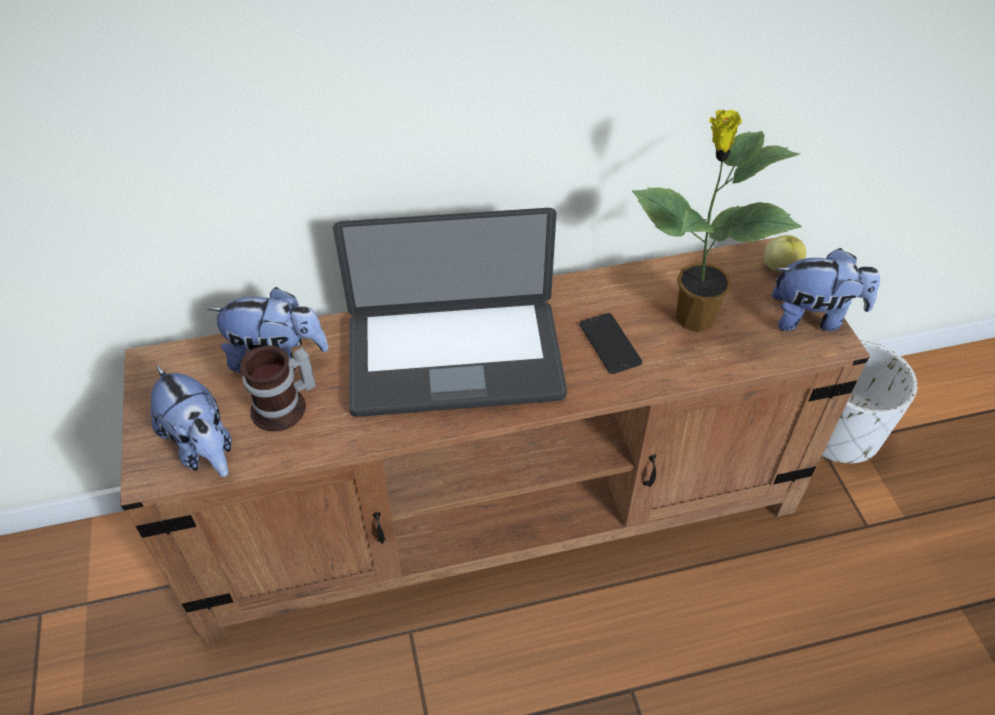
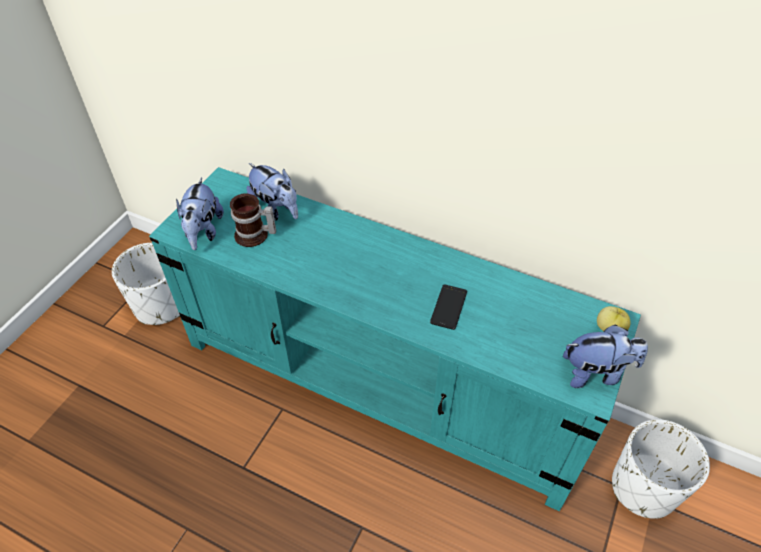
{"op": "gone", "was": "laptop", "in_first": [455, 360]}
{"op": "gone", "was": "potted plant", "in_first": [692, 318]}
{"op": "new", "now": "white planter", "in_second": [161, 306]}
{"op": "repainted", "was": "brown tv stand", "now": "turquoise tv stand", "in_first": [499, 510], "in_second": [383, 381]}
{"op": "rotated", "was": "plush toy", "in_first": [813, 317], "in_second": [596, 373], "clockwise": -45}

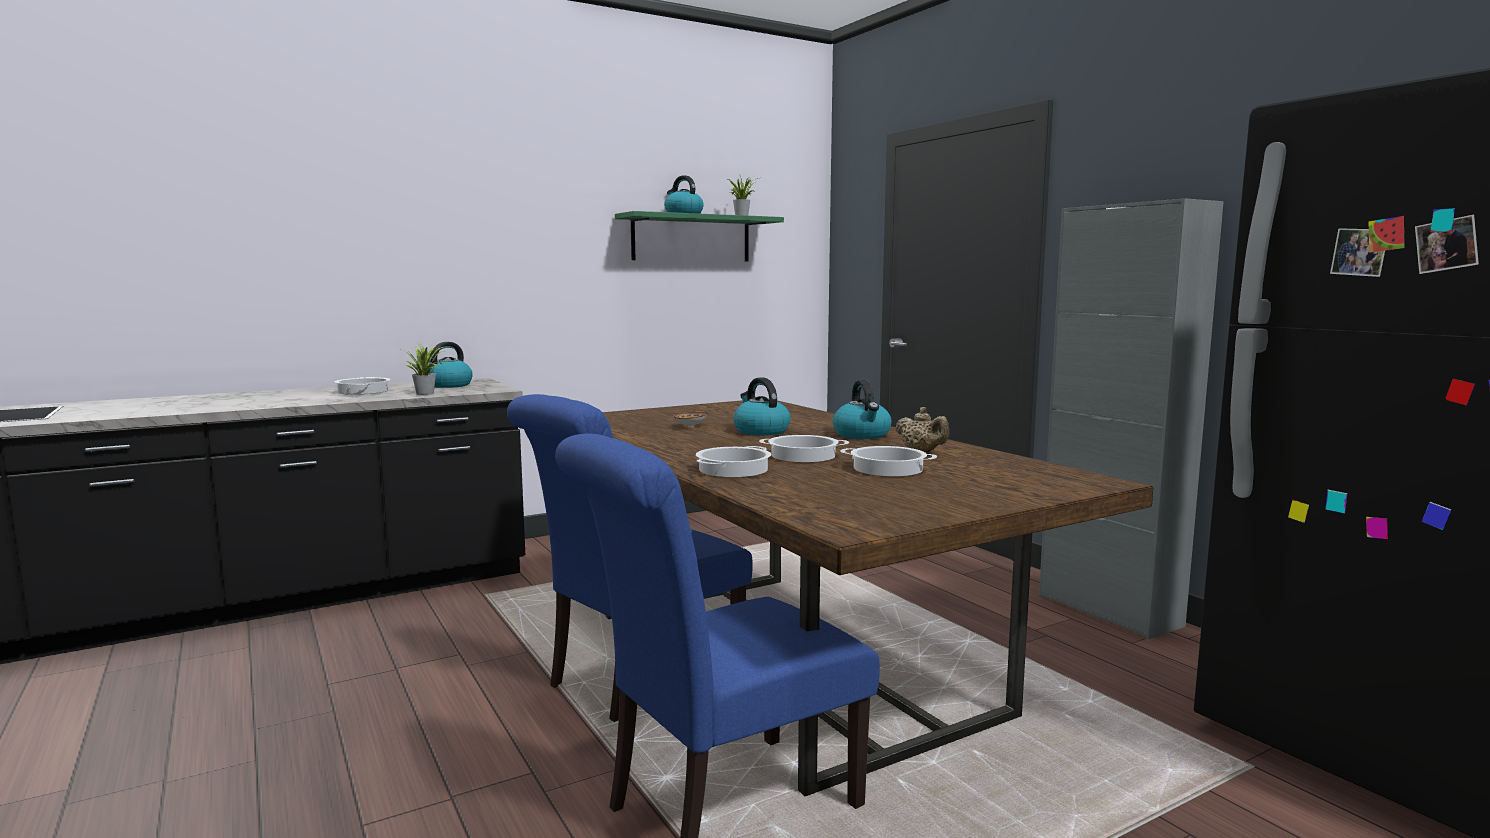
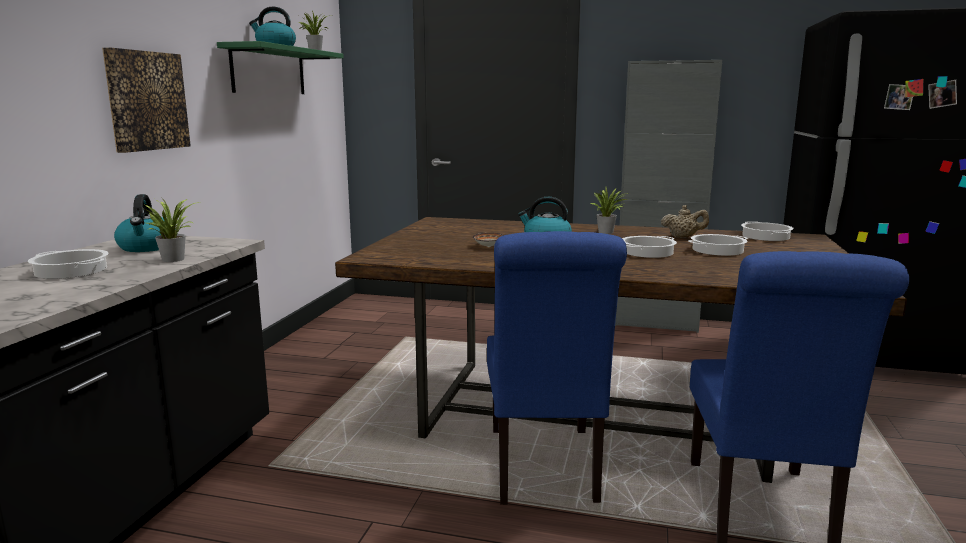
{"op": "new", "now": "picture", "in_second": [146, 101]}
{"op": "shifted", "was": "cooking pot", "in_first": [733, 469], "in_second": [765, 236]}
{"op": "swapped", "was": "kettle", "now": "potted plant", "in_first": [862, 435], "in_second": [607, 232]}

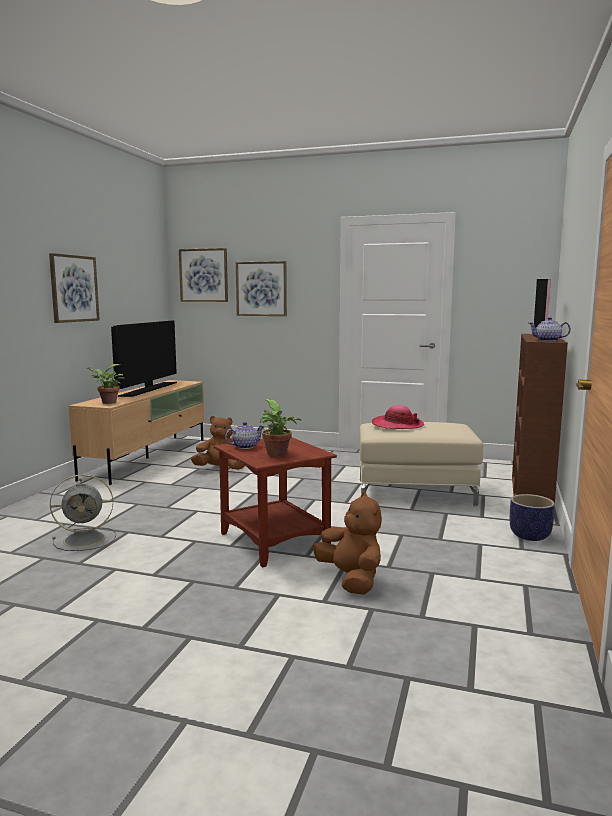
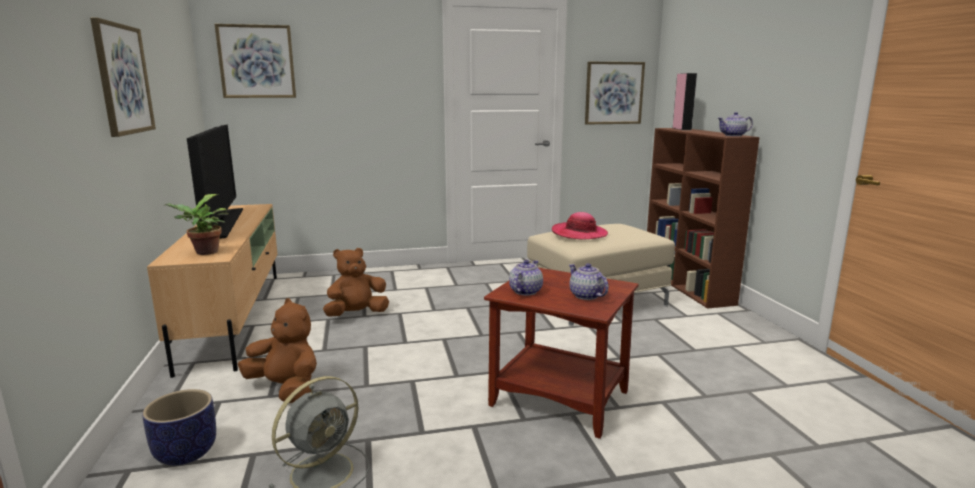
{"op": "shifted", "was": "picture", "in_first": [261, 289], "in_second": [614, 93]}
{"op": "shifted", "was": "brown plush toy", "in_first": [351, 580], "in_second": [286, 389]}
{"op": "shifted", "was": "planter", "in_first": [530, 536], "in_second": [186, 453]}
{"op": "swapped", "was": "potted plant", "now": "teapot", "in_first": [278, 455], "in_second": [586, 296]}

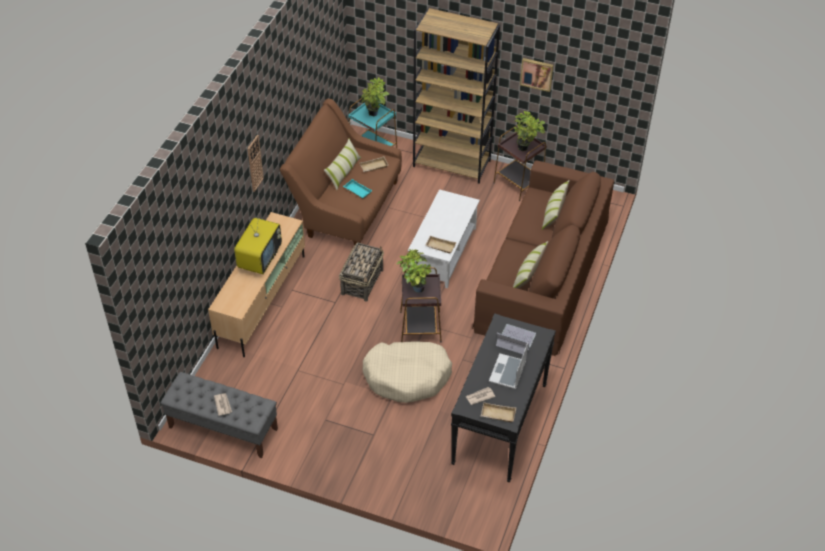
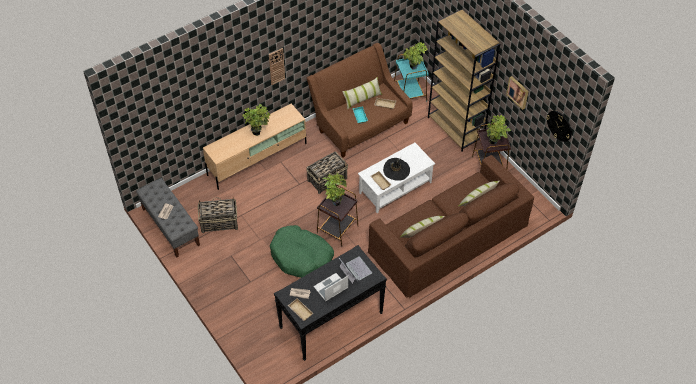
{"op": "new", "now": "basket", "in_second": [218, 222]}
{"op": "new", "now": "black hat", "in_second": [396, 170]}
{"op": "new", "now": "wall clock", "in_second": [559, 125]}
{"op": "swapped", "was": "television", "now": "potted plant", "in_first": [260, 259], "in_second": [258, 131]}
{"op": "repainted", "was": "beige dog bed", "now": "green dog bed", "in_first": [407, 376], "in_second": [301, 257]}

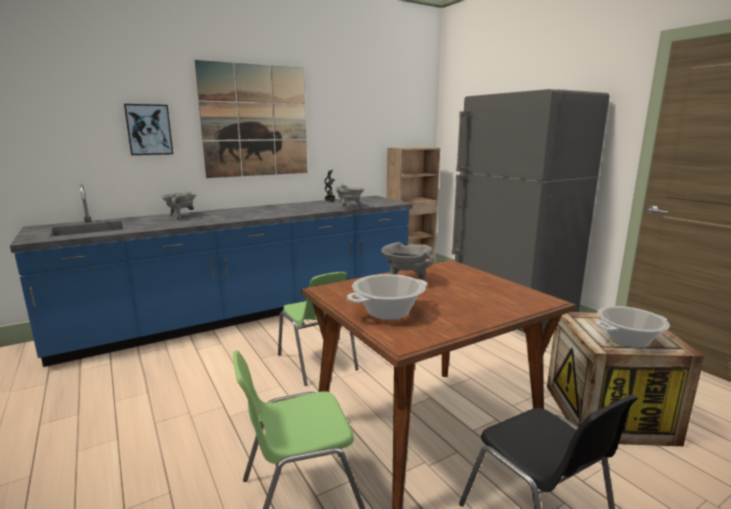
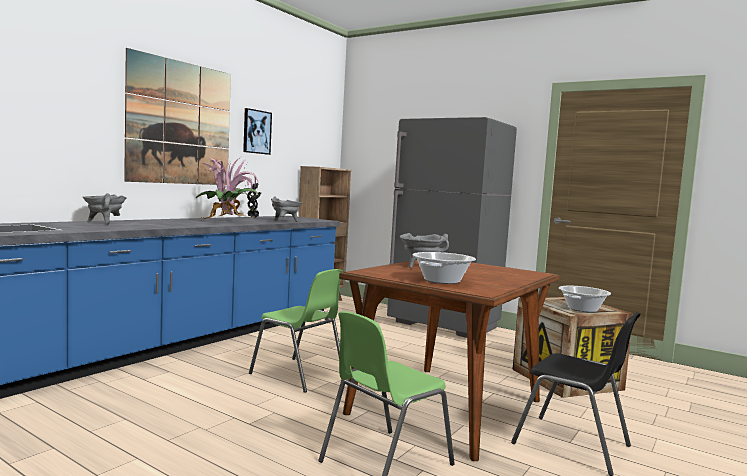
{"op": "new", "now": "potted plant", "in_second": [227, 222]}
{"op": "shifted", "was": "picture", "in_first": [149, 129], "in_second": [256, 132]}

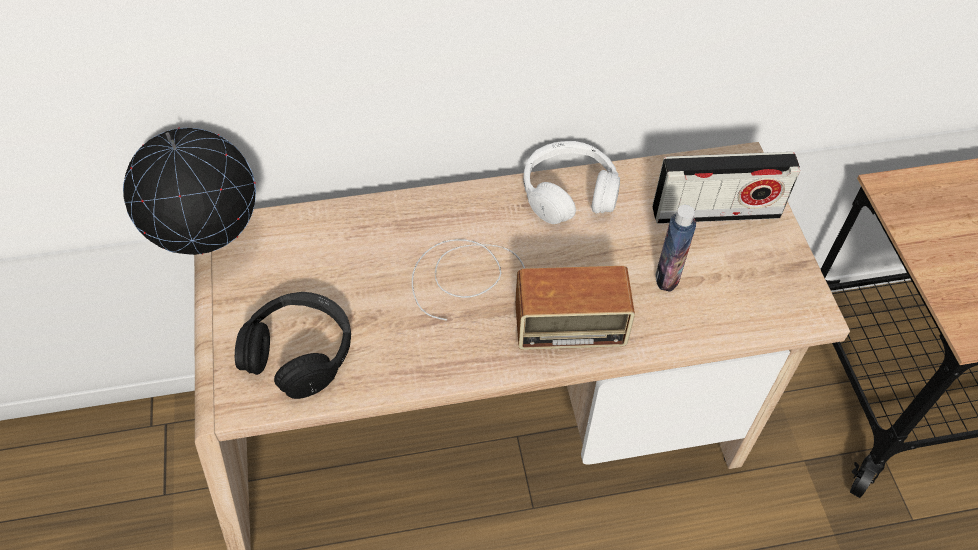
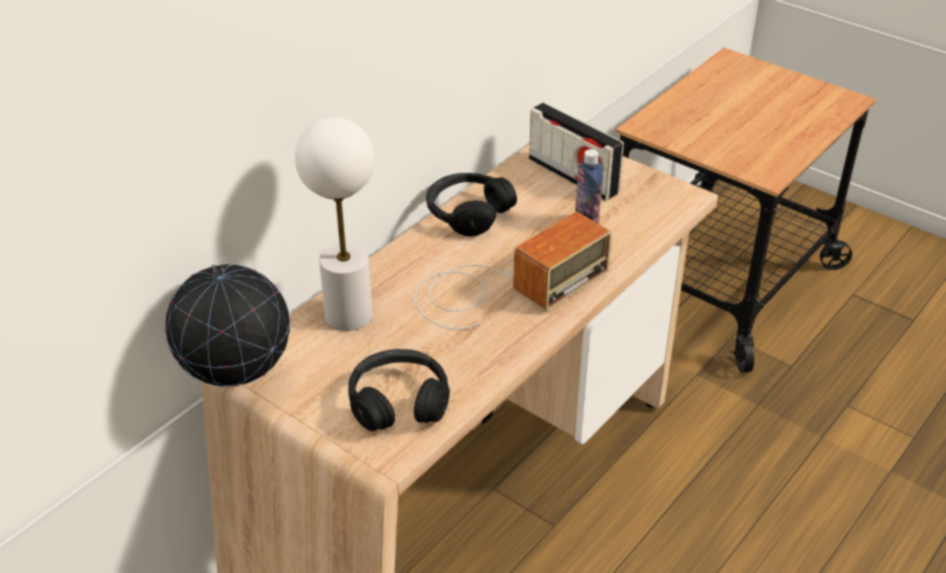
{"op": "new", "now": "white table lamp", "in_second": [349, 315]}
{"op": "repainted", "was": "white headphones", "now": "black headphones", "in_first": [568, 192], "in_second": [468, 213]}
{"op": "rotated", "was": "radio", "in_first": [716, 211], "in_second": [573, 176], "clockwise": 90}

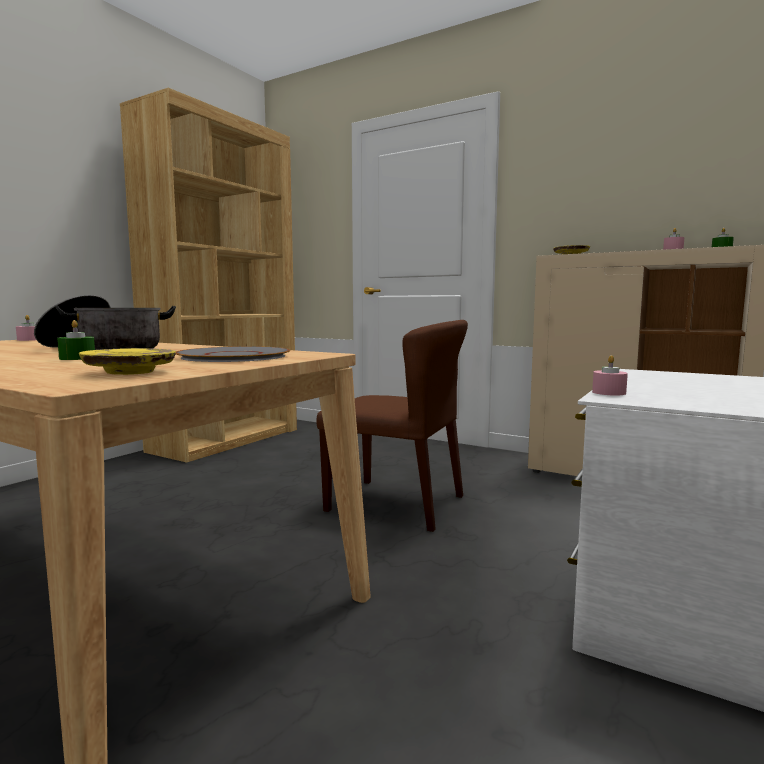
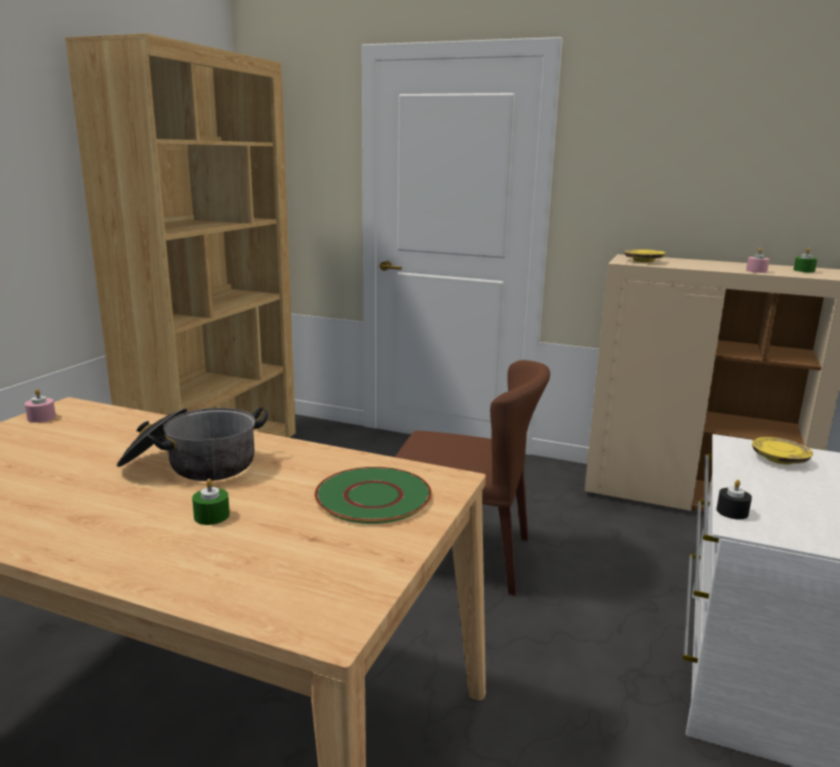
{"op": "shifted", "was": "yellow plate", "in_first": [130, 372], "in_second": [779, 459]}
{"op": "repainted", "was": "grey plate", "now": "green plate", "in_first": [235, 356], "in_second": [374, 496]}
{"op": "repainted", "was": "pink candle", "now": "black candle", "in_first": [609, 392], "in_second": [732, 512]}

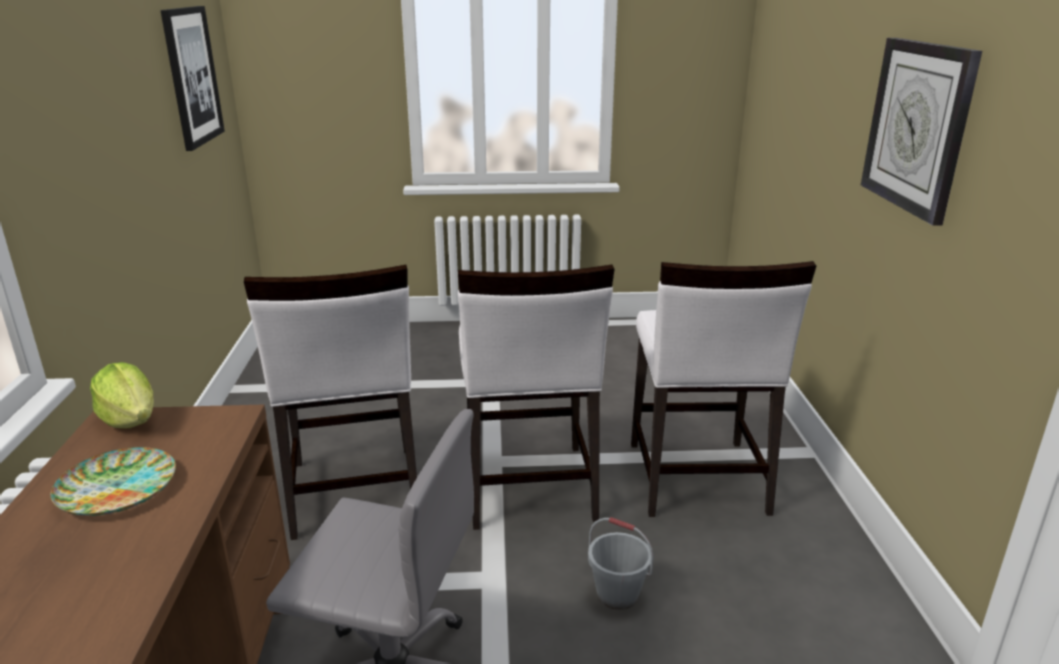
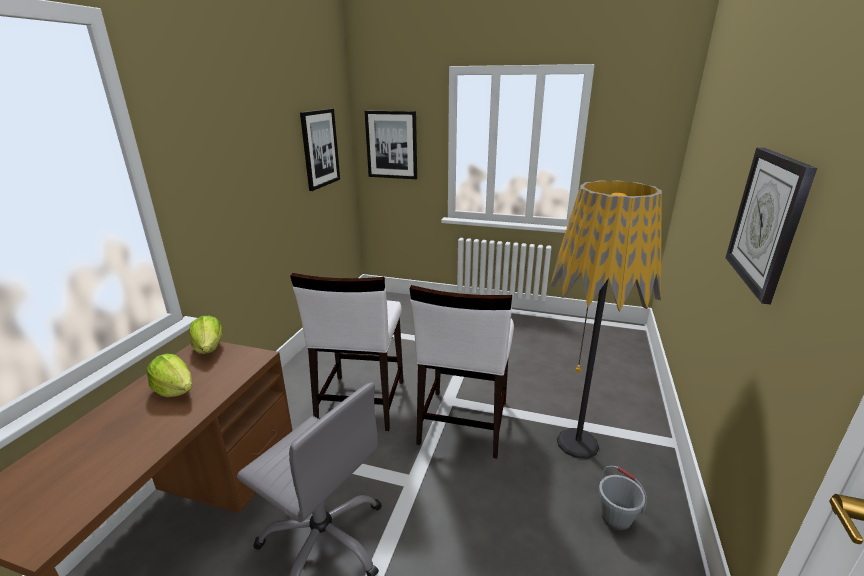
{"op": "new", "now": "picture", "in_second": [391, 145]}
{"op": "shifted", "was": "grey bucket", "in_first": [618, 594], "in_second": [616, 517]}
{"op": "swapped", "was": "plate", "now": "lettuce", "in_first": [117, 487], "in_second": [175, 390]}
{"op": "swapped", "was": "white chair", "now": "floor lamp", "in_first": [696, 478], "in_second": [577, 443]}

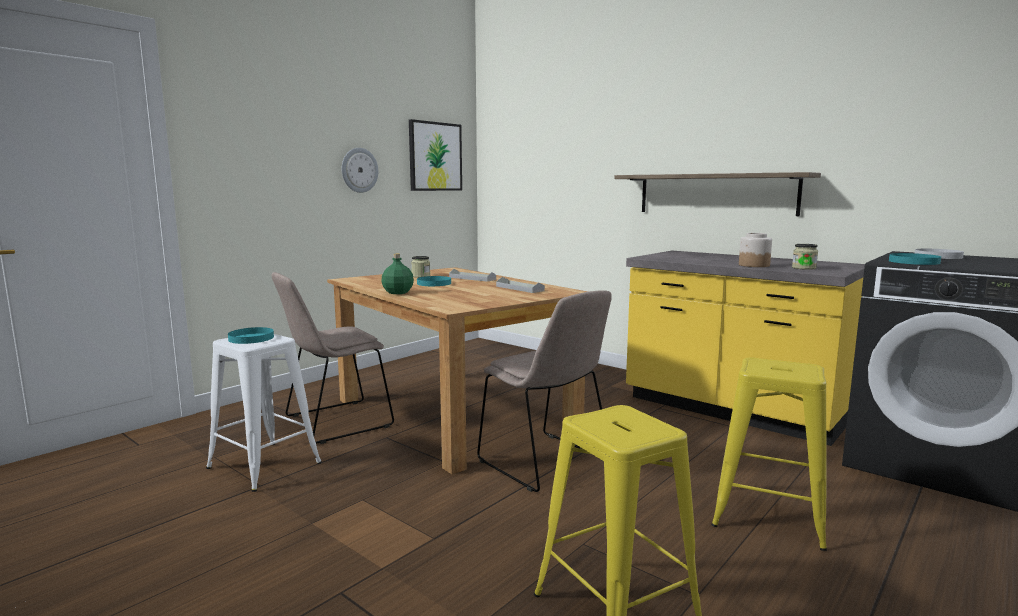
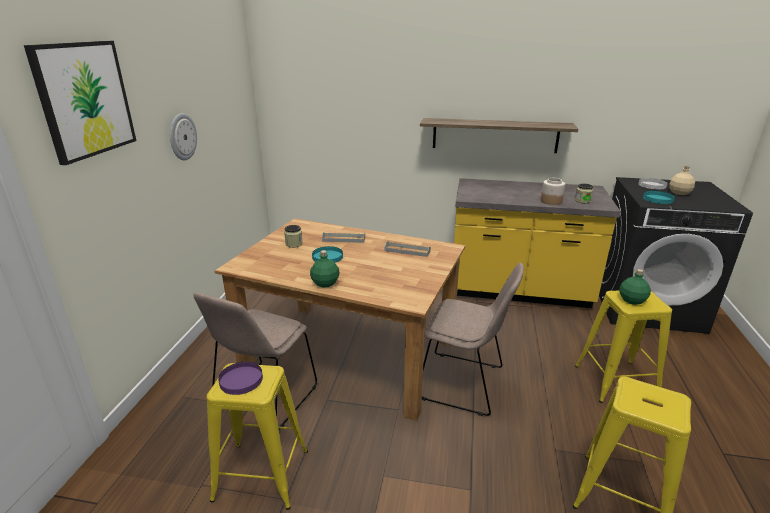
{"op": "new", "now": "green bottle", "in_second": [632, 300]}
{"op": "new", "now": "beige bottle", "in_second": [679, 193]}
{"op": "shifted", "was": "picture", "in_first": [435, 156], "in_second": [85, 99]}
{"op": "repainted", "was": "white stool", "now": "yellow stool", "in_first": [264, 465], "in_second": [261, 474]}
{"op": "repainted", "was": "turquoise plate", "now": "purple plate", "in_first": [251, 338], "in_second": [241, 380]}

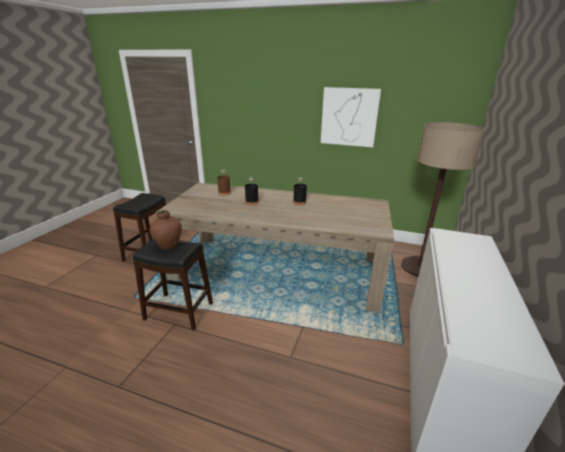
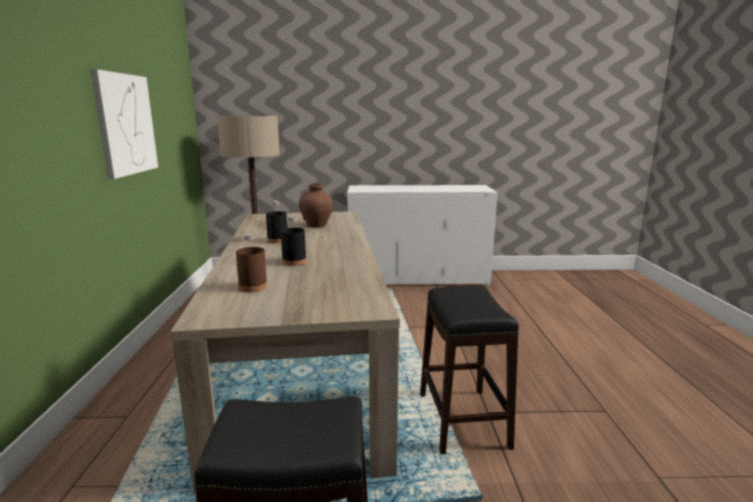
{"op": "shifted", "was": "brown vase", "in_first": [168, 245], "in_second": [316, 226]}

